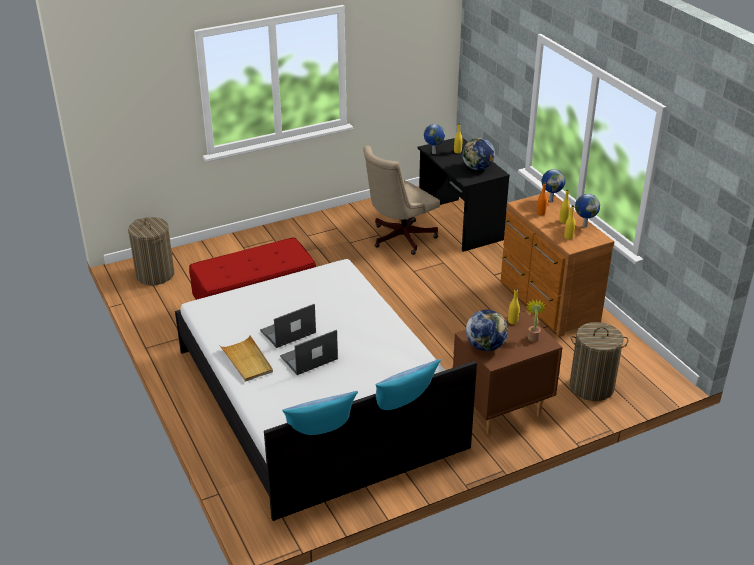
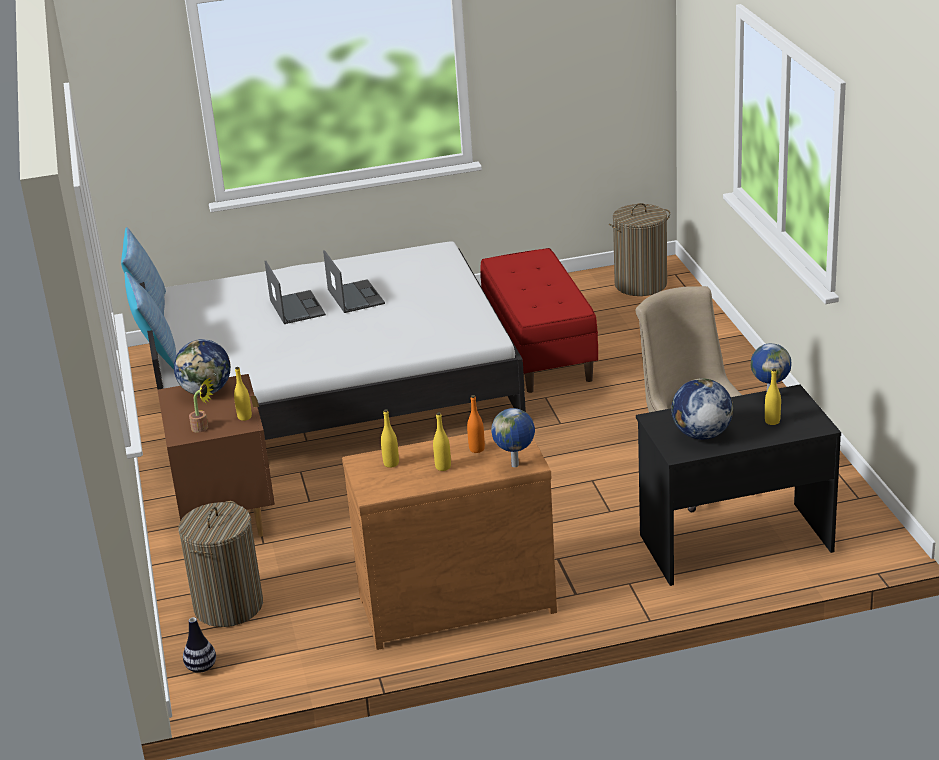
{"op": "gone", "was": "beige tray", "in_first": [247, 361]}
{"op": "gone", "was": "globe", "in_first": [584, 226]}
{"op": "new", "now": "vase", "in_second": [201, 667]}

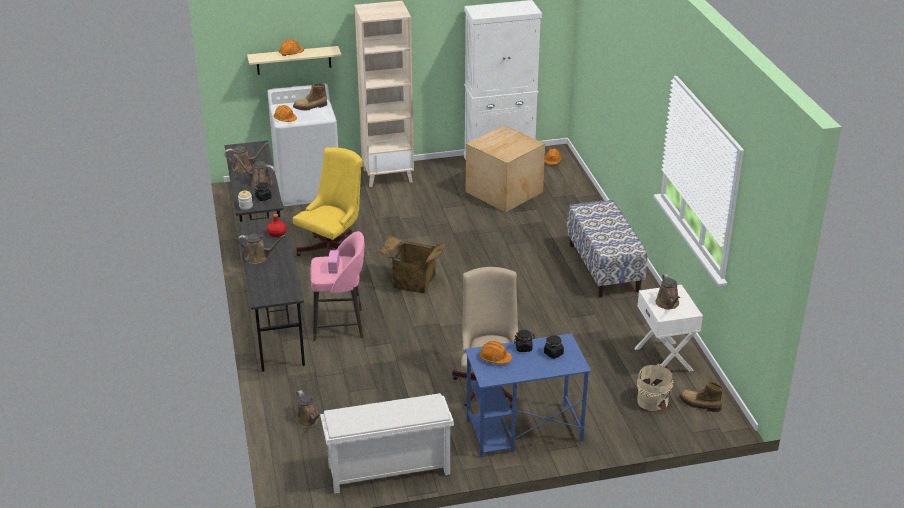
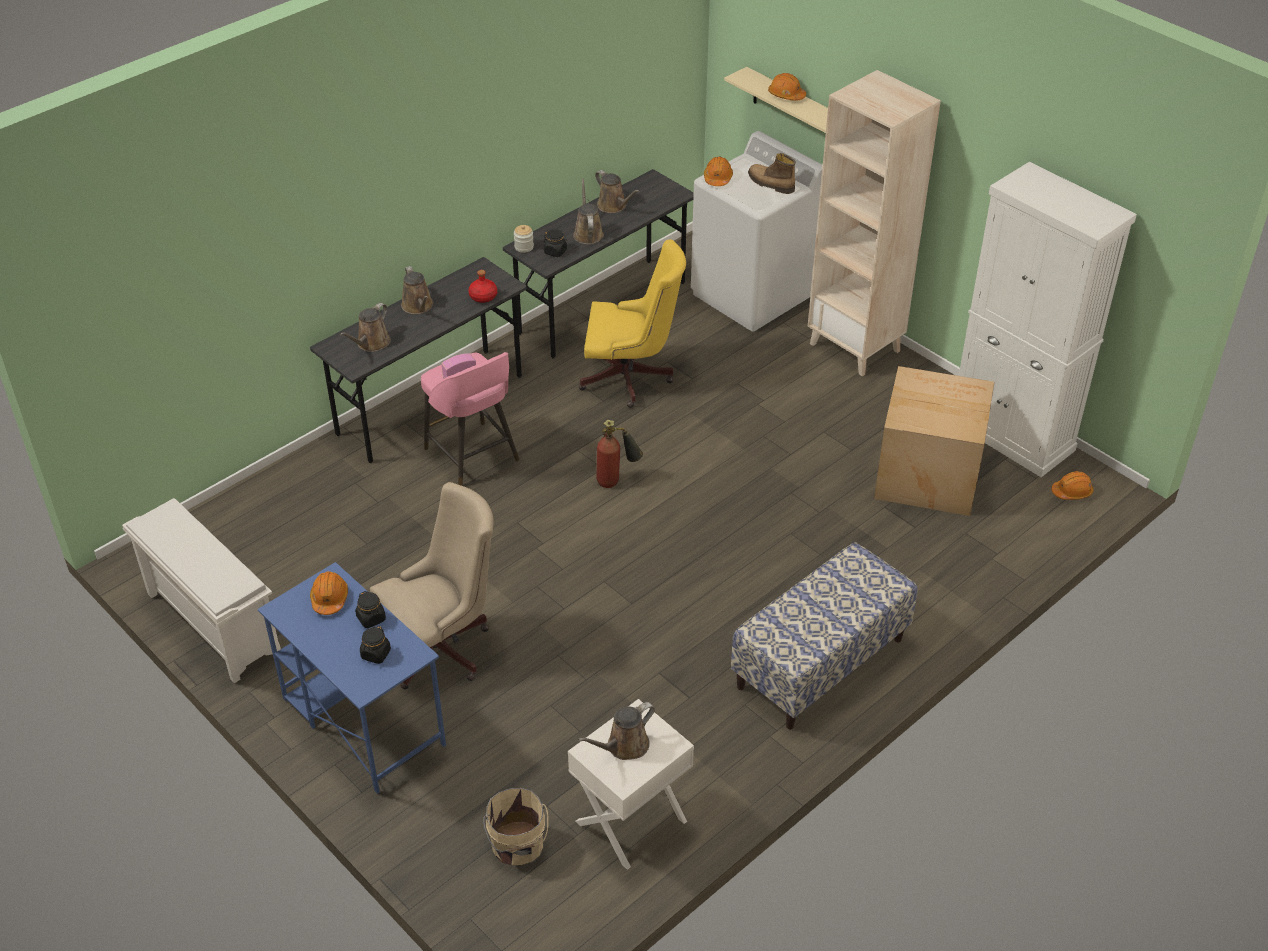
{"op": "gone", "was": "boot", "in_first": [699, 404]}
{"op": "shifted", "was": "brown watering can", "in_first": [309, 420], "in_second": [371, 343]}
{"op": "swapped", "was": "cardboard box", "now": "fire extinguisher", "in_first": [412, 282], "in_second": [617, 480]}

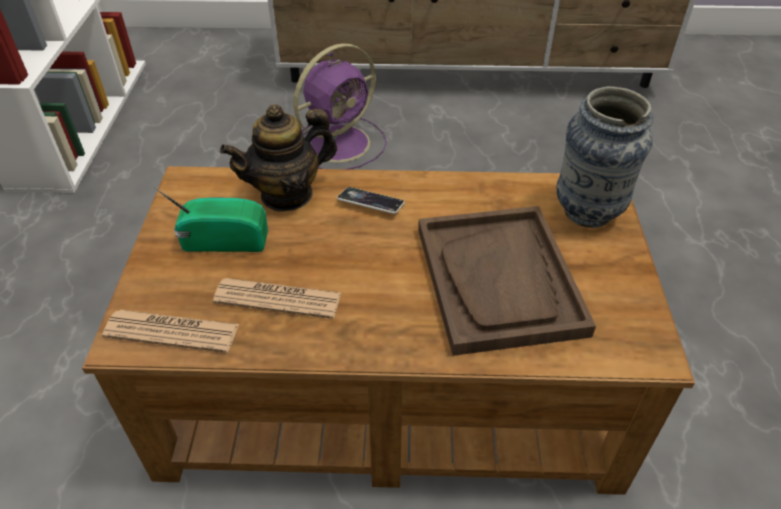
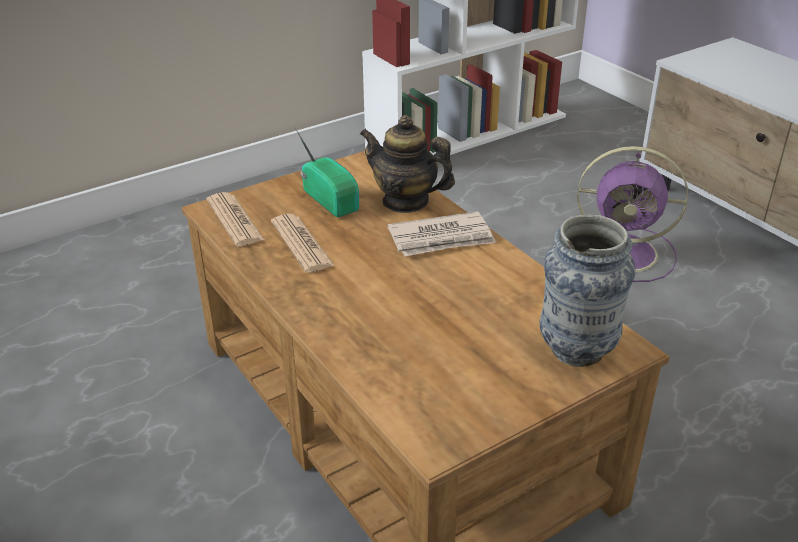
{"op": "gone", "was": "brown tray", "in_first": [499, 280]}
{"op": "swapped", "was": "phone", "now": "newspaper", "in_first": [371, 203], "in_second": [442, 238]}

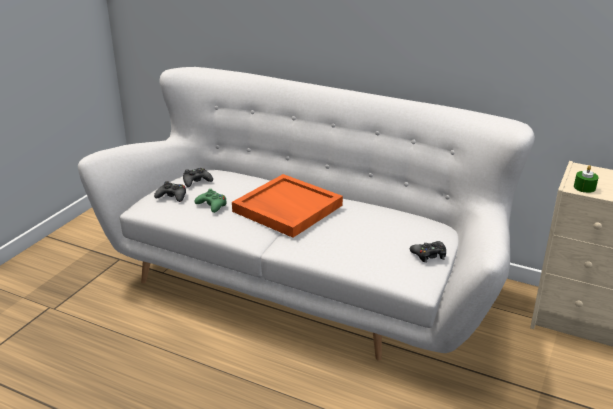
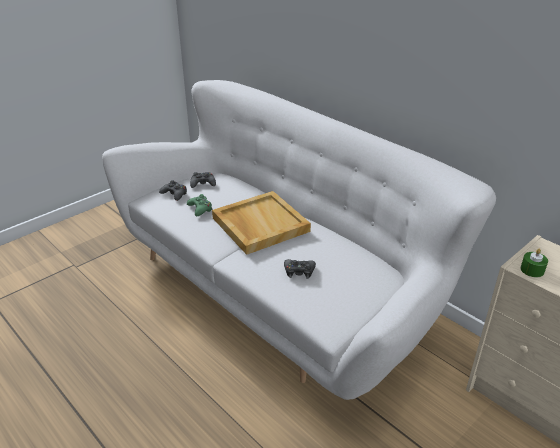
{"op": "shifted", "was": "black game controller", "in_first": [429, 255], "in_second": [299, 271]}
{"op": "repainted", "was": "orange tray", "now": "beige tray", "in_first": [286, 208], "in_second": [259, 224]}

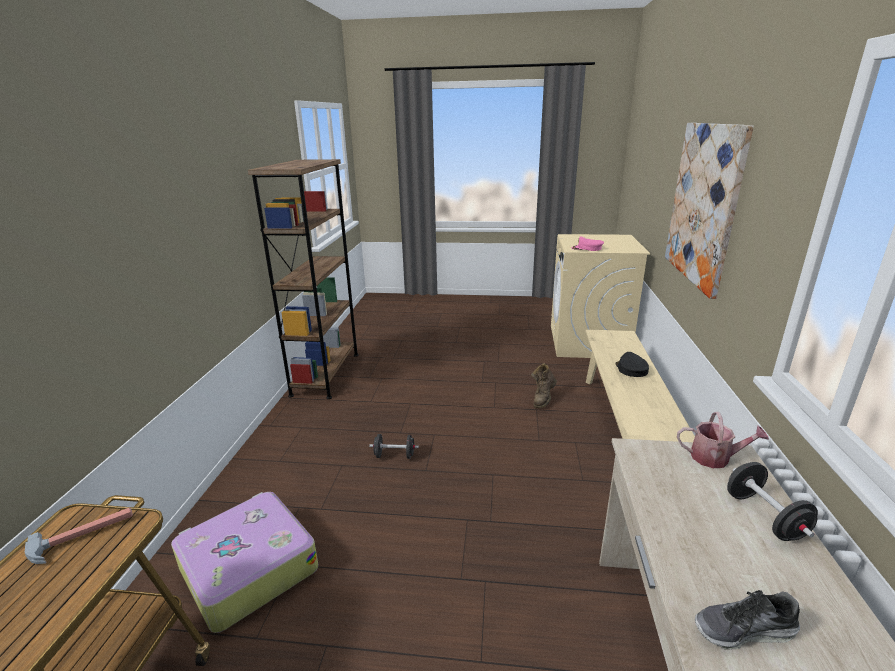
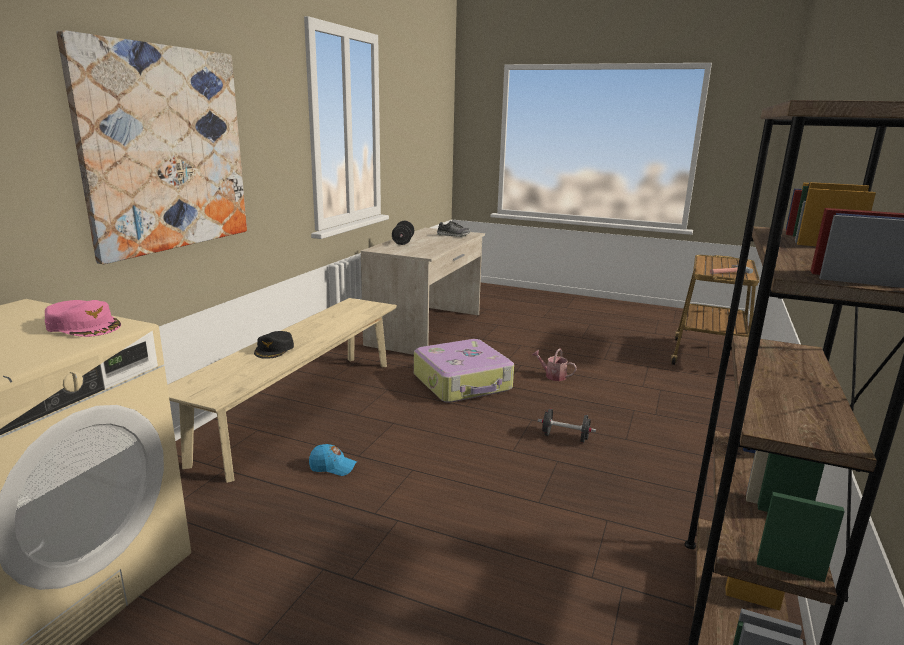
{"op": "shifted", "was": "suitcase", "in_first": [247, 568], "in_second": [463, 383]}
{"op": "shifted", "was": "watering can", "in_first": [715, 458], "in_second": [552, 376]}
{"op": "swapped", "was": "brown boot", "now": "blue cap", "in_first": [543, 399], "in_second": [333, 467]}

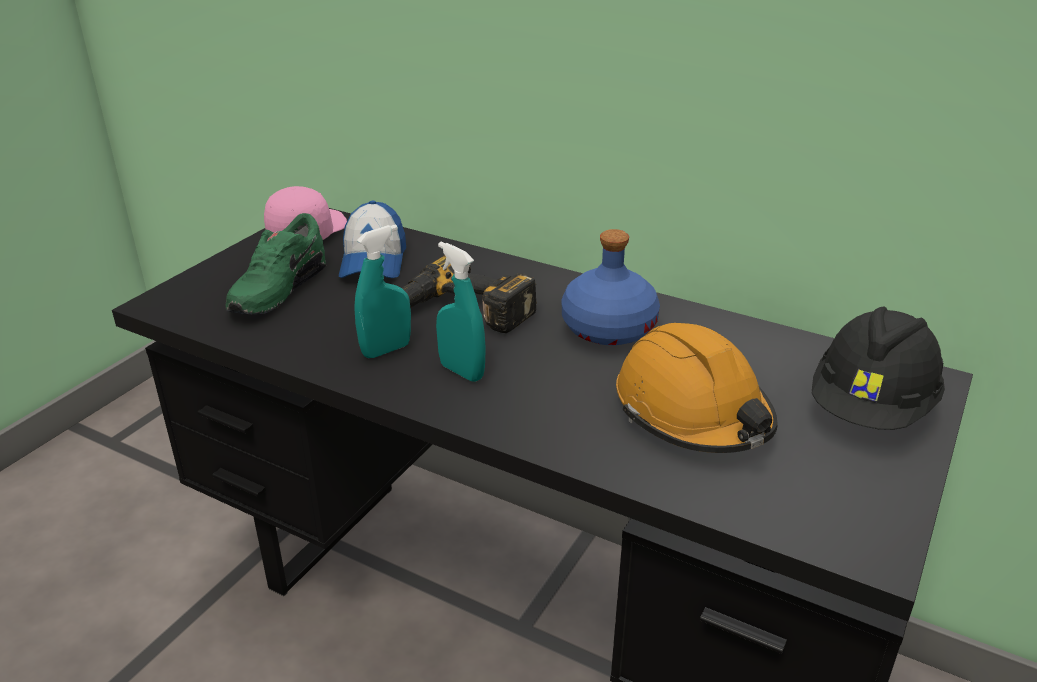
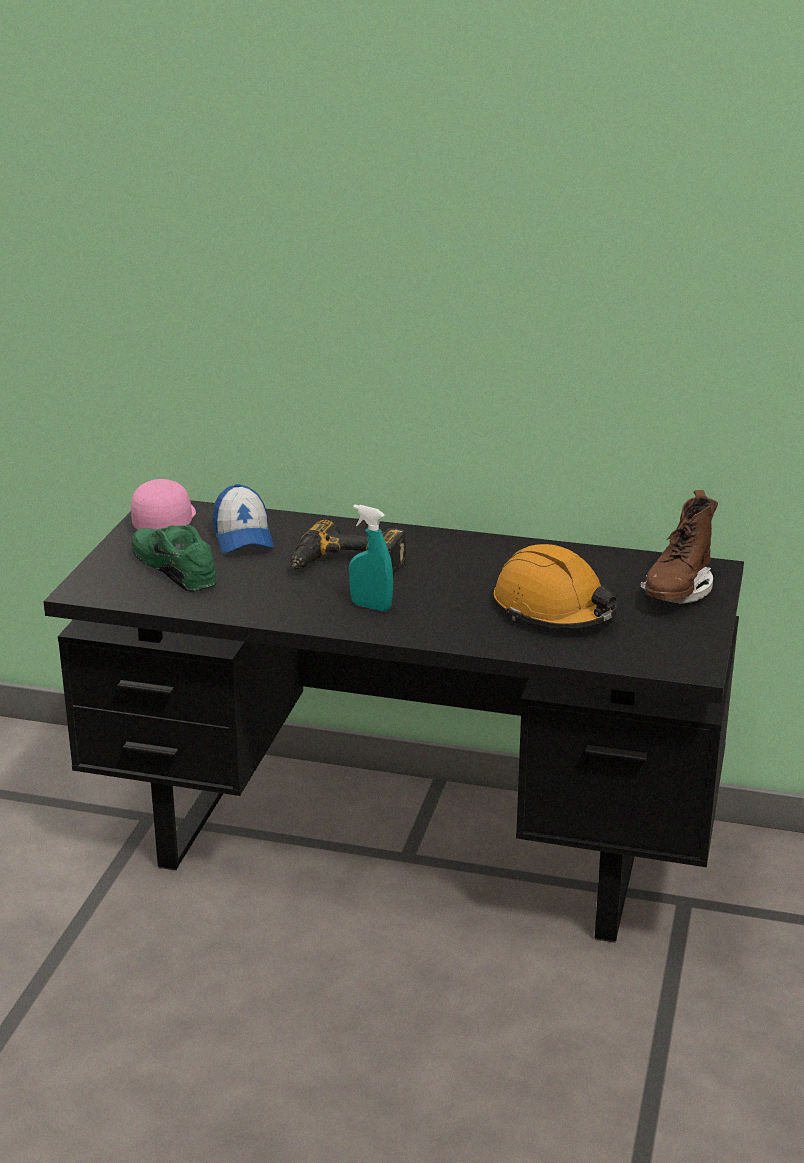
{"op": "gone", "was": "turquoise spray bottle", "in_first": [386, 350]}
{"op": "gone", "was": "blue bottle", "in_first": [607, 328]}
{"op": "swapped", "was": "black hard hat", "now": "brown boot", "in_first": [871, 408], "in_second": [677, 591]}
{"op": "rotated", "was": "green shoe", "in_first": [276, 289], "in_second": [175, 569], "clockwise": 135}

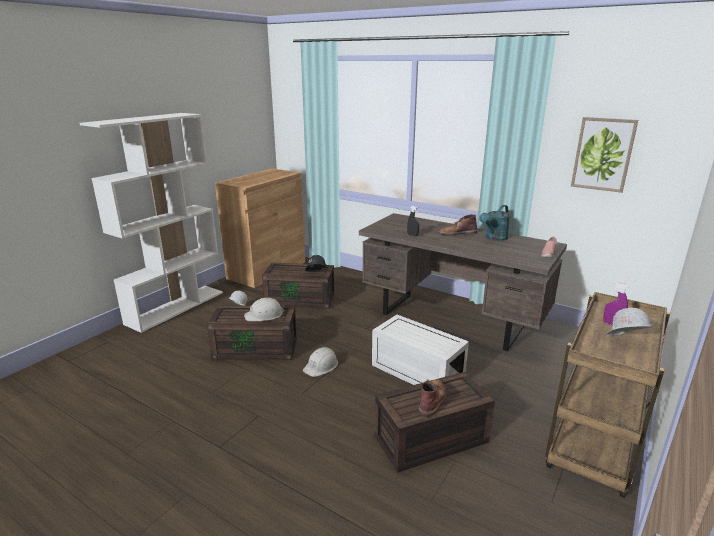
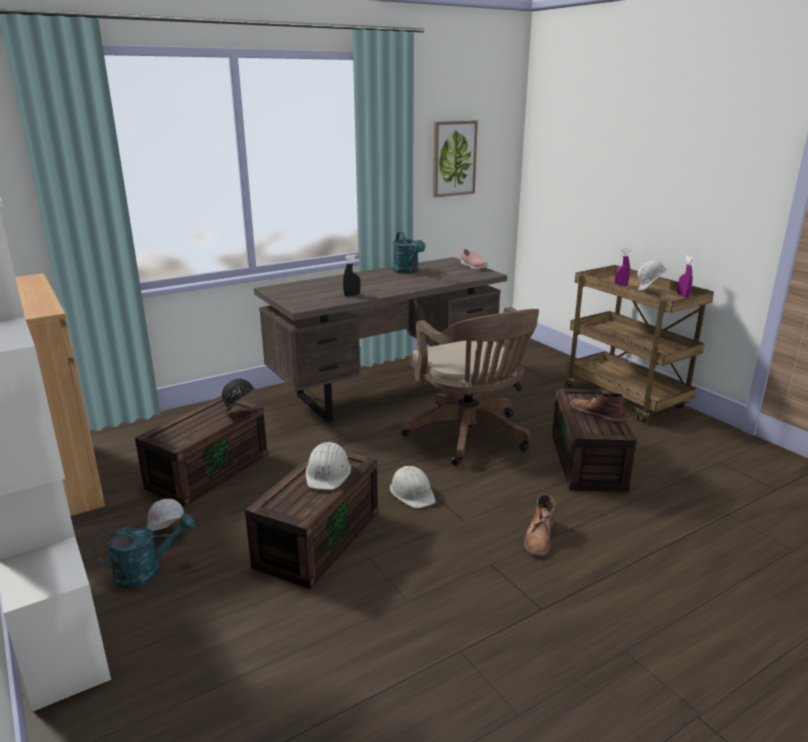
{"op": "new", "now": "turquoise watering can", "in_second": [146, 572]}
{"op": "new", "now": "purple spray bottle", "in_second": [683, 296]}
{"op": "shifted", "was": "brown boot", "in_first": [457, 233], "in_second": [539, 537]}
{"op": "swapped", "was": "white storage box", "now": "brown office chair", "in_first": [415, 371], "in_second": [470, 437]}

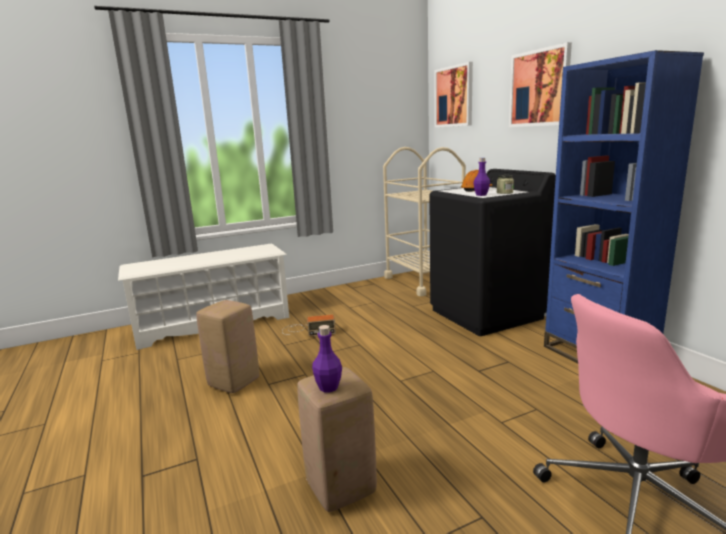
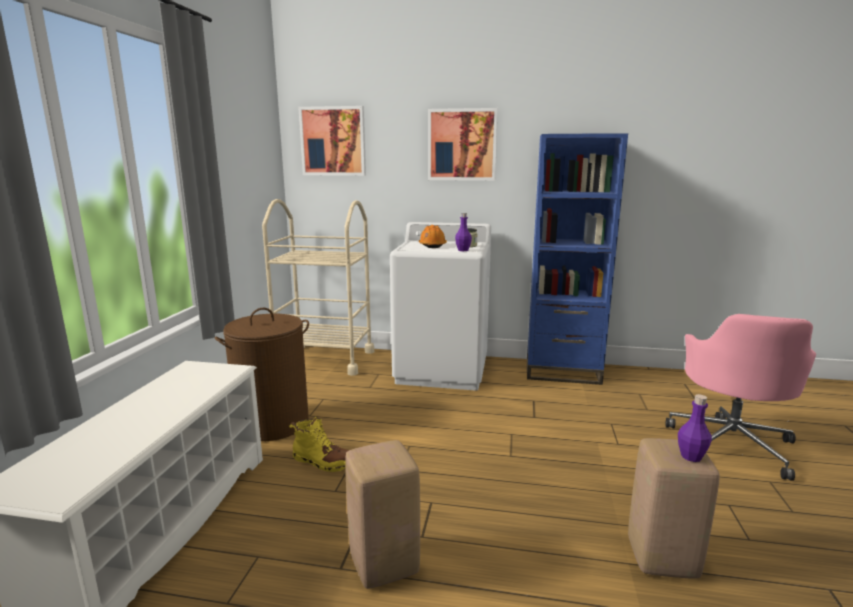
{"op": "new", "now": "brown laundry basket", "in_second": [272, 423]}
{"op": "swapped", "was": "radio", "now": "yellow boot", "in_first": [307, 330], "in_second": [323, 462]}
{"op": "repainted", "was": "black washing machine", "now": "white washing machine", "in_first": [486, 314], "in_second": [442, 370]}

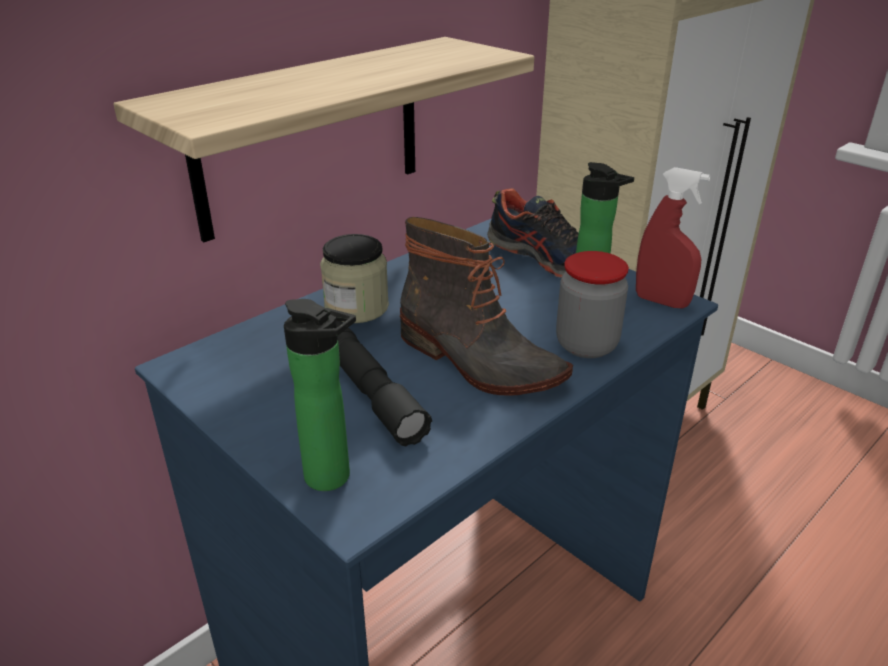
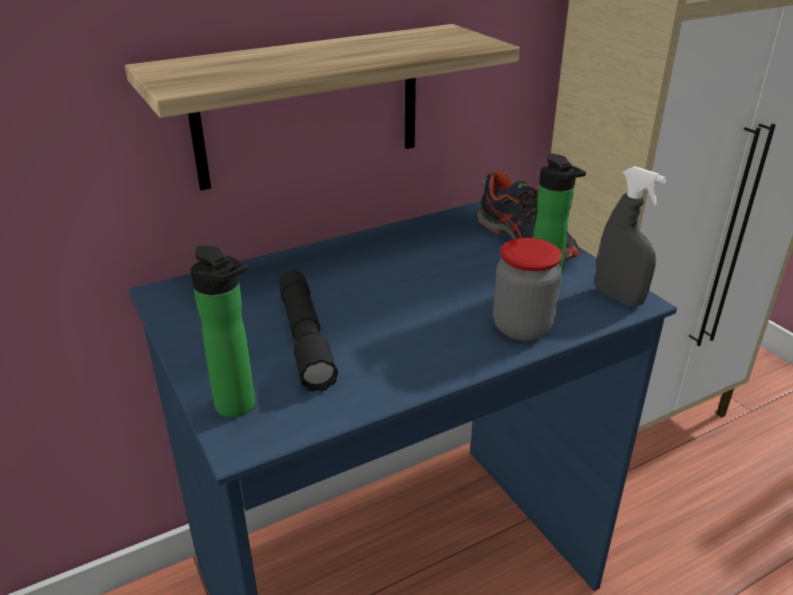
{"op": "gone", "was": "jar", "in_first": [356, 307]}
{"op": "gone", "was": "boot", "in_first": [477, 361]}
{"op": "repainted", "was": "red spray bottle", "now": "grey spray bottle", "in_first": [661, 301], "in_second": [618, 297]}

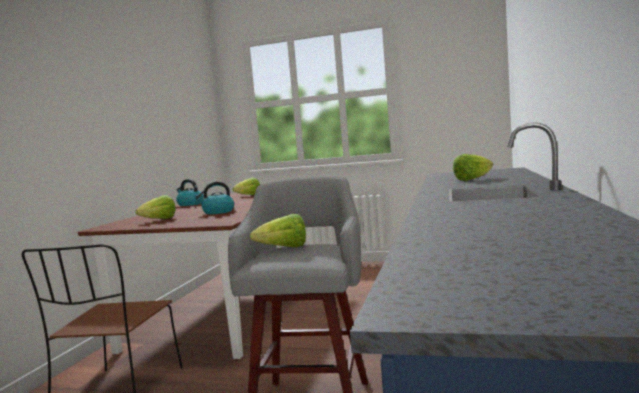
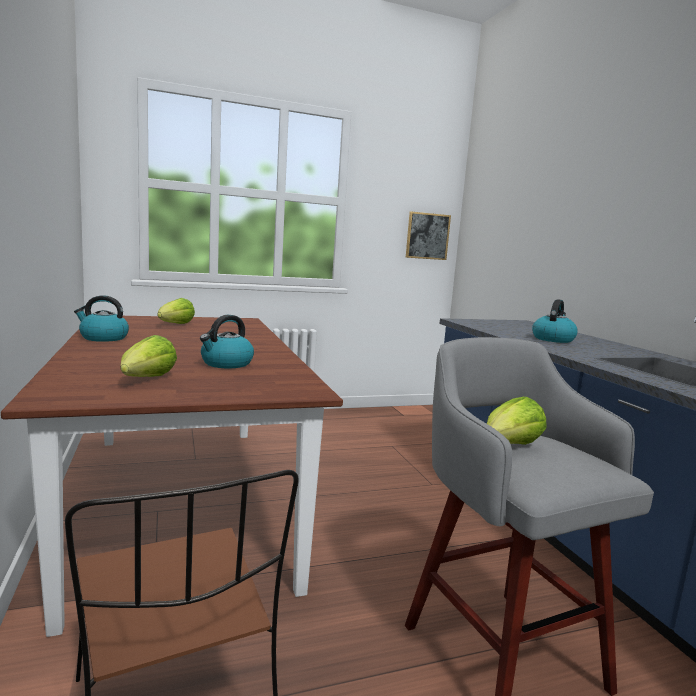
{"op": "new", "now": "picture", "in_second": [427, 236]}
{"op": "swapped", "was": "lettuce", "now": "kettle", "in_first": [472, 179], "in_second": [553, 339]}

